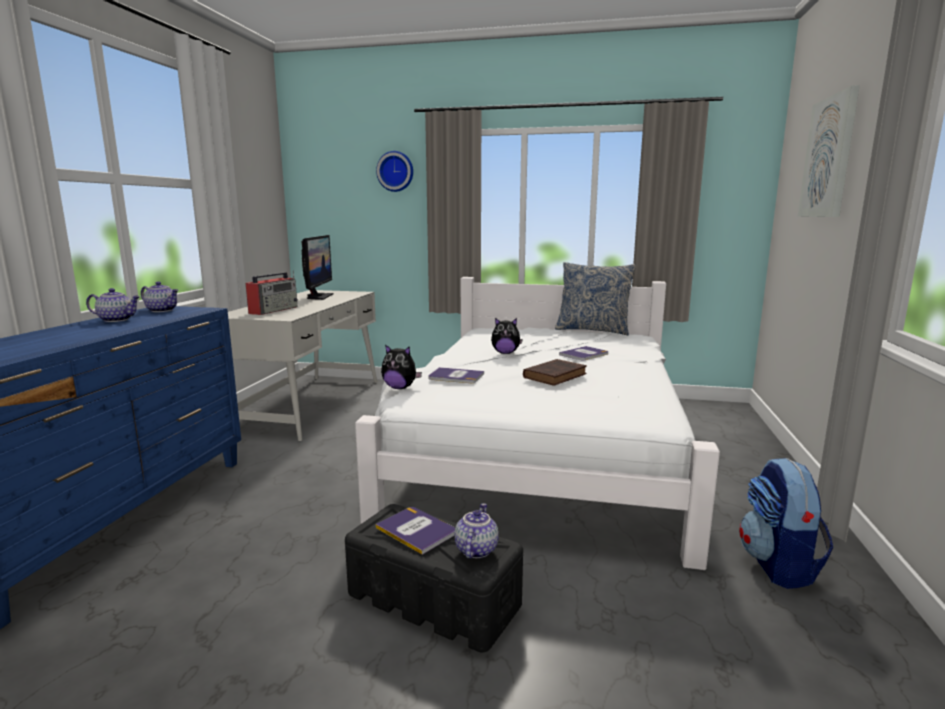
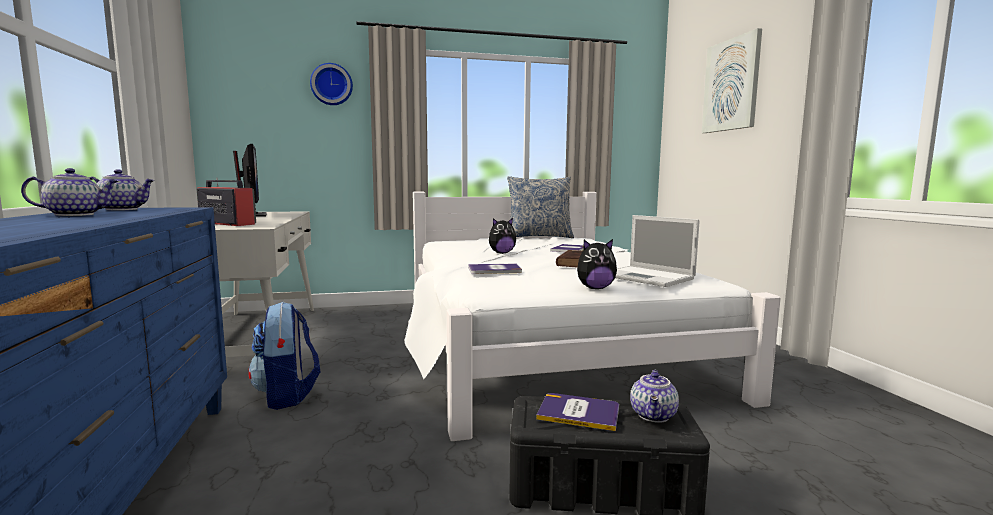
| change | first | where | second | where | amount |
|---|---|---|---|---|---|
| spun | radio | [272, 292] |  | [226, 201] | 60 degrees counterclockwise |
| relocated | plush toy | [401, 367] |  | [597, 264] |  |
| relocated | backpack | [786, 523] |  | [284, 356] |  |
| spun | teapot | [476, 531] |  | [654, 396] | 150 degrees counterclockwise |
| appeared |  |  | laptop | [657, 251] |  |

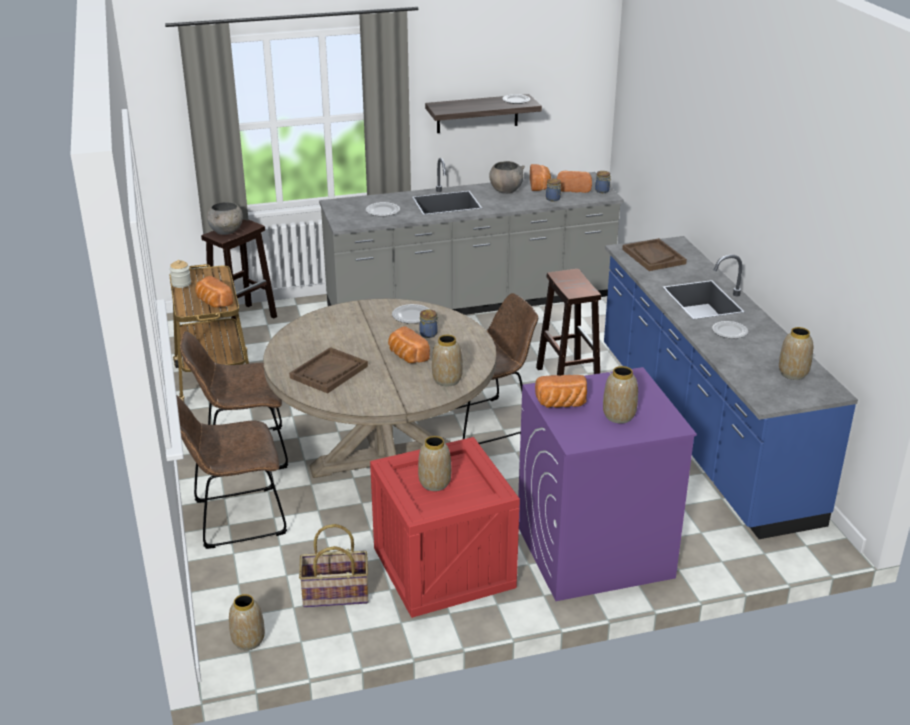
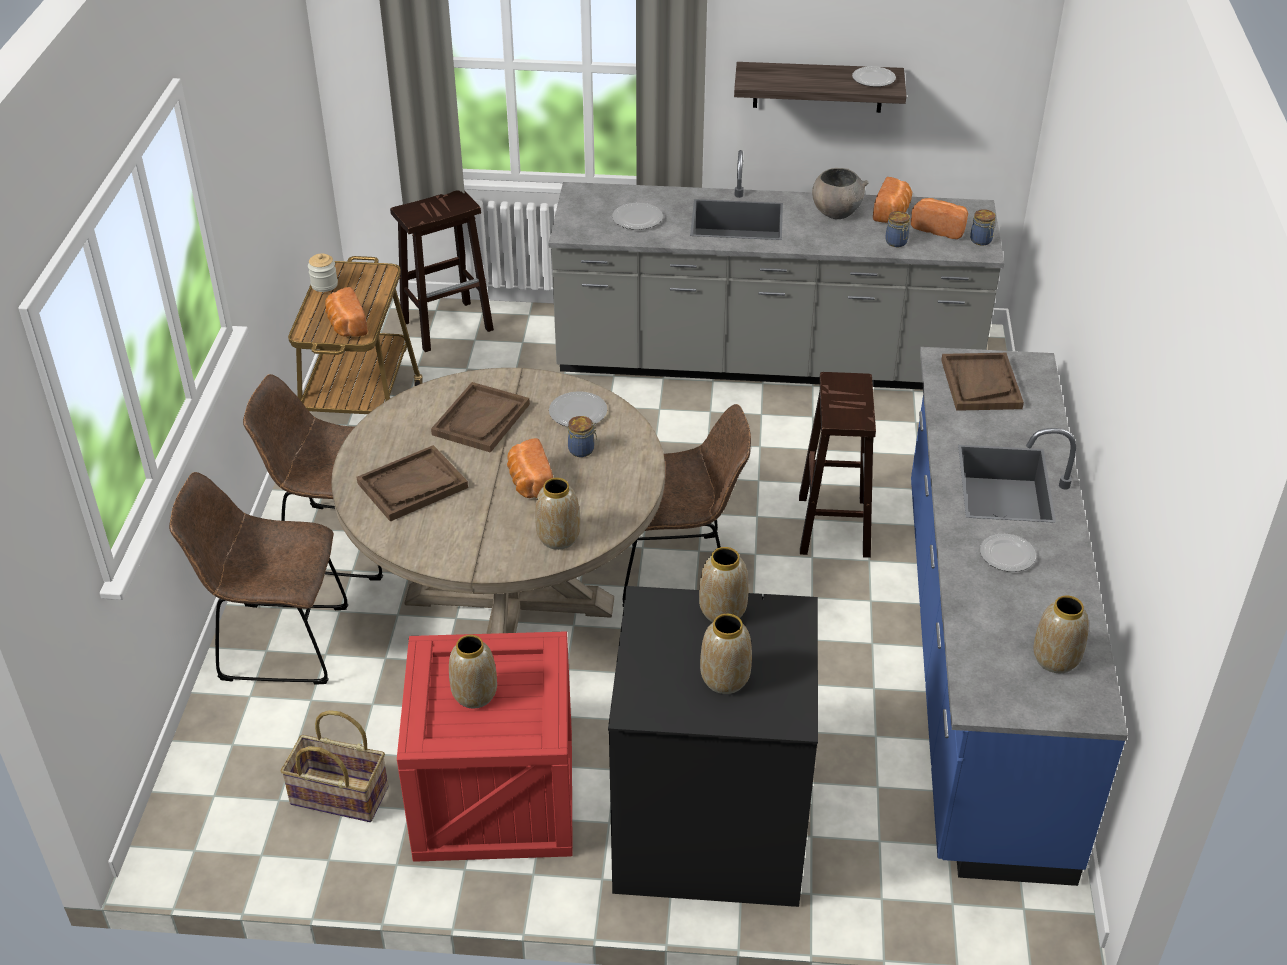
| change | first | where | second | where | amount |
|---|---|---|---|---|---|
| missing | bowl in grey | [225, 218] |  |  |  |
| colour | washing machine in purple | [607, 484] | washing machine in black | [713, 746] |  |
| missing | bread | [561, 391] |  |  |  |
| relocated | vase | [247, 622] |  | [724, 584] |  |
| appeared |  |  | tray in brown | [480, 417] |  |

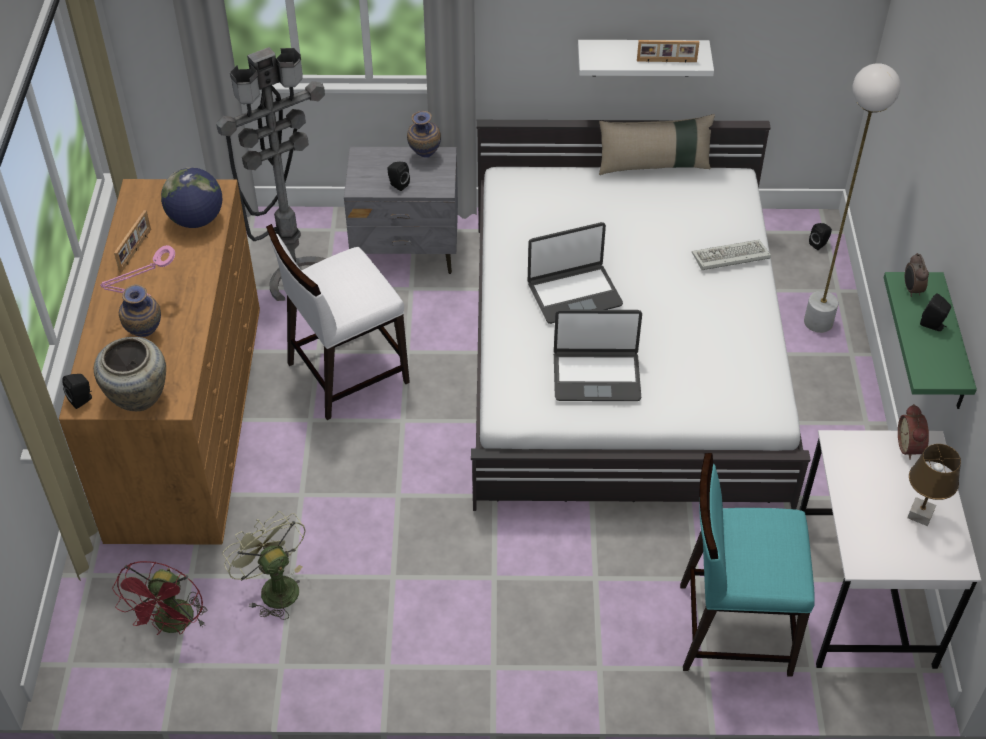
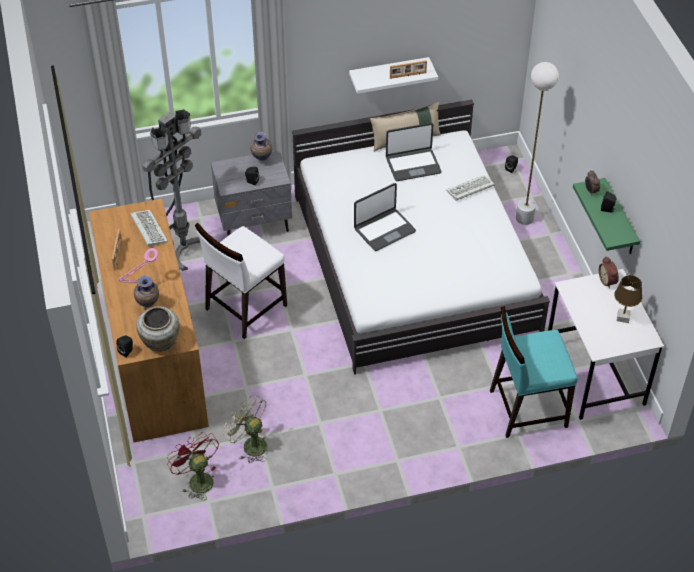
| change | first | where | second | where | amount |
|---|---|---|---|---|---|
| exchanged | globe | [191, 197] | keyboard | [149, 228] |  |
| relocated | laptop | [598, 355] |  | [413, 152] |  |
| spun | fan in red | [159, 598] |  | [193, 466] | 150 degrees clockwise |

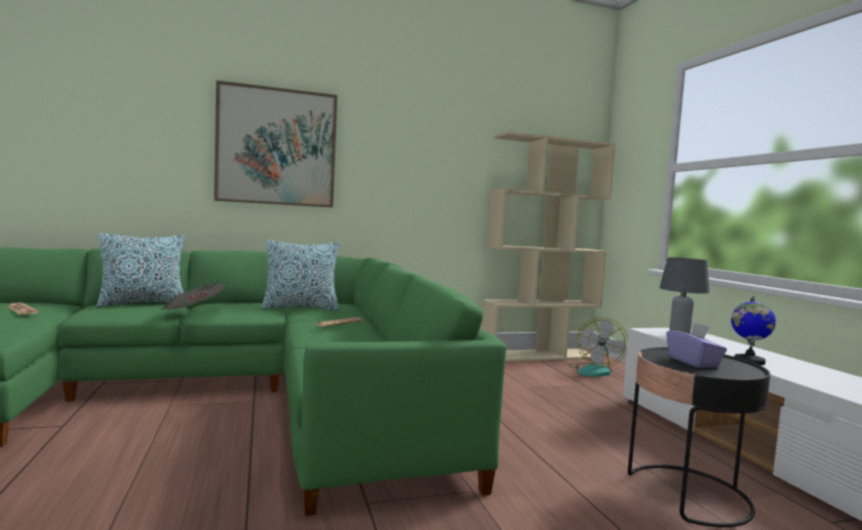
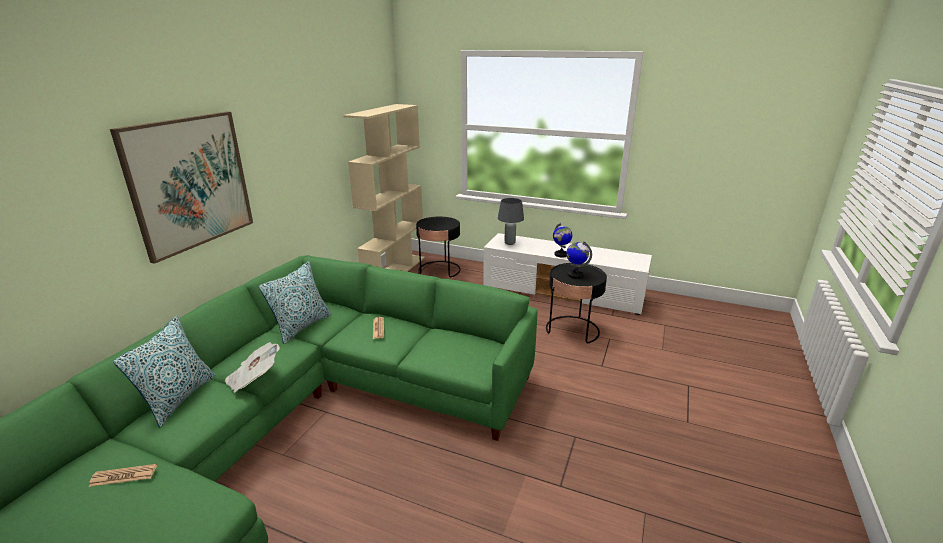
| change | first | where | second | where | amount |
|---|---|---|---|---|---|
| exchanged | fan | [598, 347] | side table in black | [438, 247] |  |
| exchanged | tissue box in purple | [696, 345] | globe | [579, 260] |  |

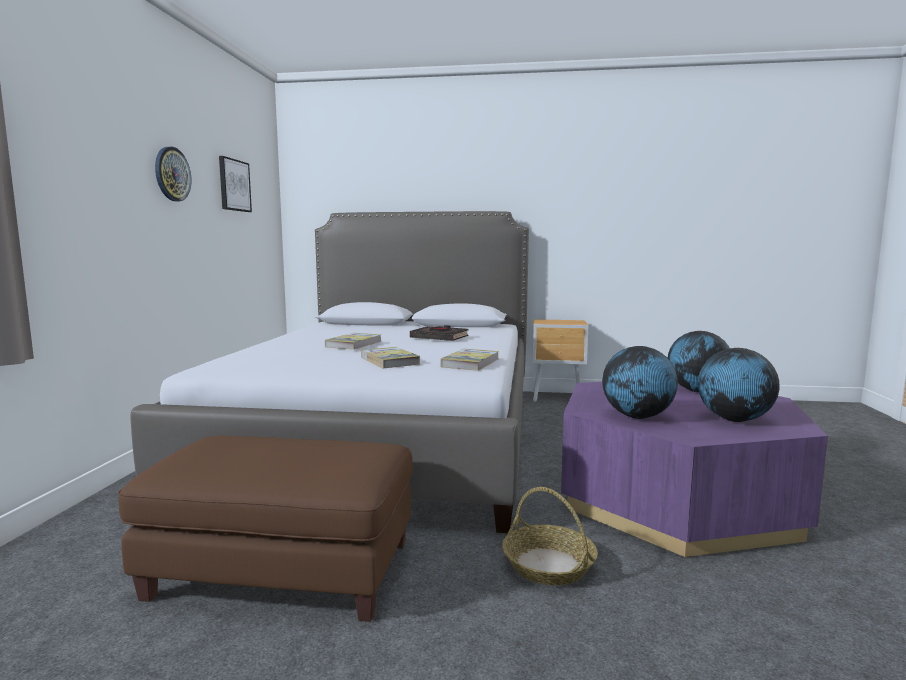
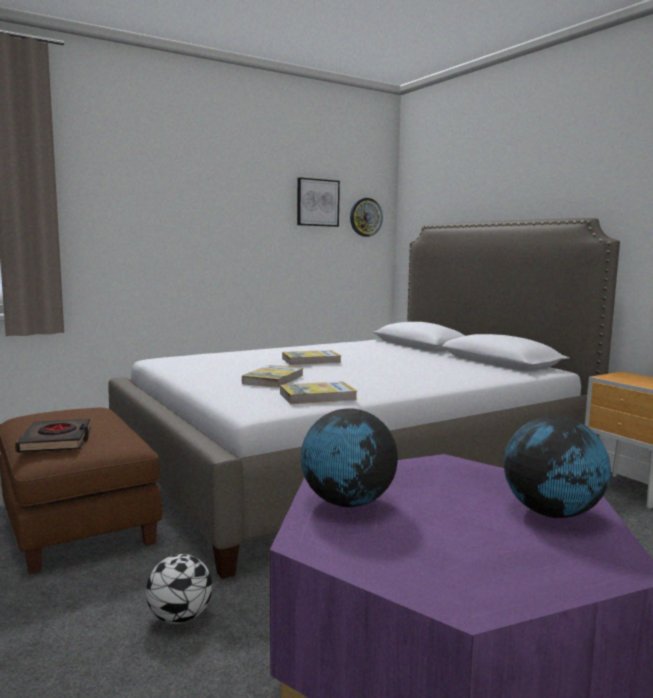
| change | first | where | second | where | amount |
|---|---|---|---|---|---|
| relocated | wall clock | [173, 174] |  | [366, 217] |  |
| relocated | book in black | [439, 333] |  | [53, 436] |  |
| missing | globe | [738, 385] |  |  |  |
| exchanged | basket | [550, 536] | football | [179, 589] |  |

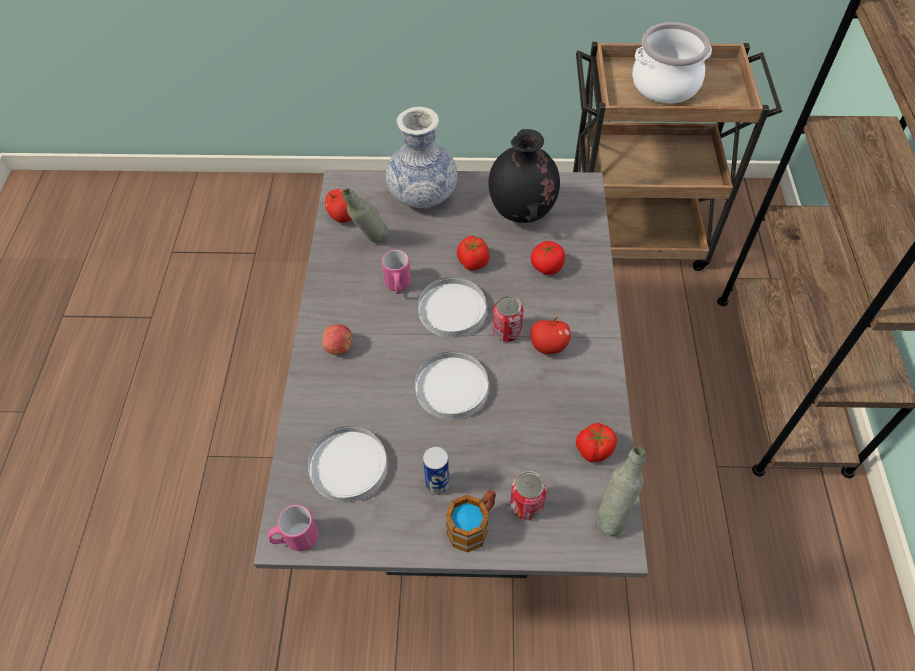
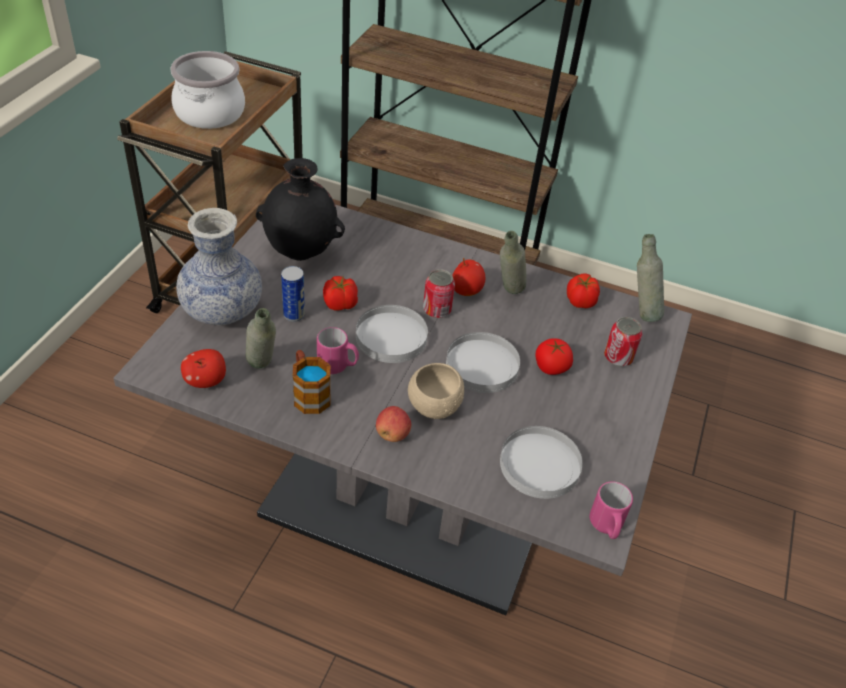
| change | first | where | second | where | amount |
|---|---|---|---|---|---|
| relocated | tomato | [548, 258] |  | [554, 356] |  |
| relocated | can | [436, 470] |  | [293, 294] |  |
| relocated | mug | [471, 521] |  | [311, 382] |  |
| appeared |  |  | bottle in grey | [513, 262] |  |
| appeared |  |  | bowl in beige | [436, 391] |  |

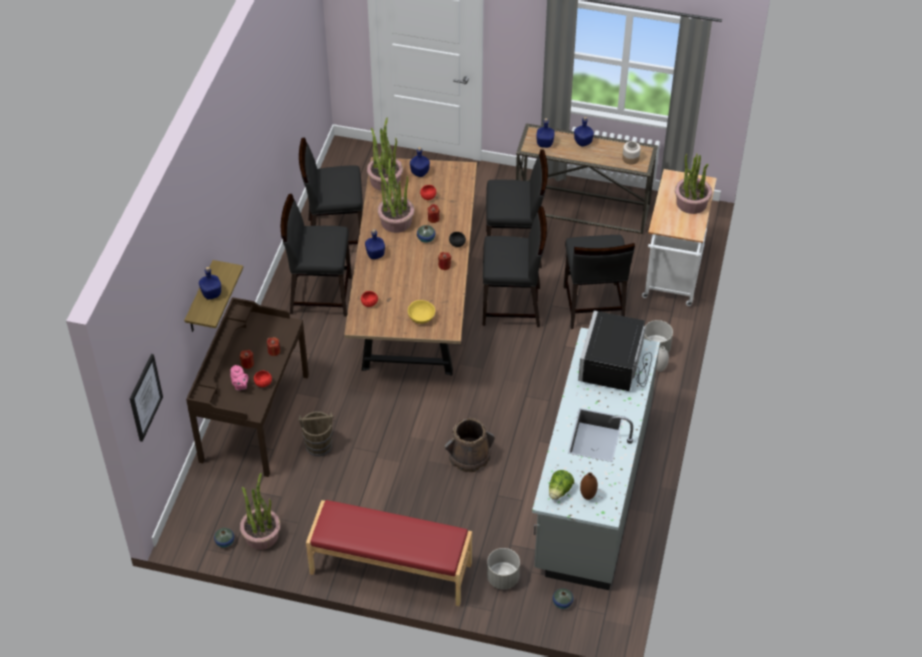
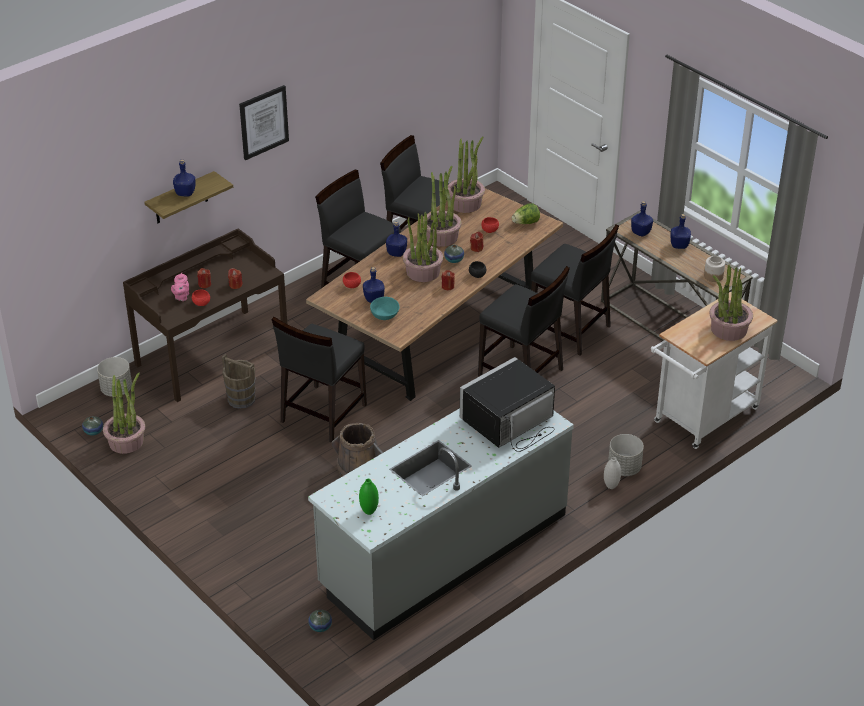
| change | first | where | second | where | amount |
|---|---|---|---|---|---|
| relocated | bottle in blue | [420, 162] |  | [374, 285] |  |
| relocated | chair in black | [599, 282] |  | [319, 379] |  |
| colour | bowl in yellow | [421, 312] | bowl in turquoise | [385, 308] |  |
| relocated | picture | [146, 398] |  | [264, 122] |  |
| relocated | lettuce | [561, 485] |  | [526, 213] |  |
| colour | vase in brown | [589, 486] | vase in green | [369, 497] |  |
| missing | bench in red | [389, 553] |  |  |  |
| relocated | planter in grey | [503, 568] |  | [114, 377] |  |
| appeared |  |  | potted plant | [423, 247] |  |

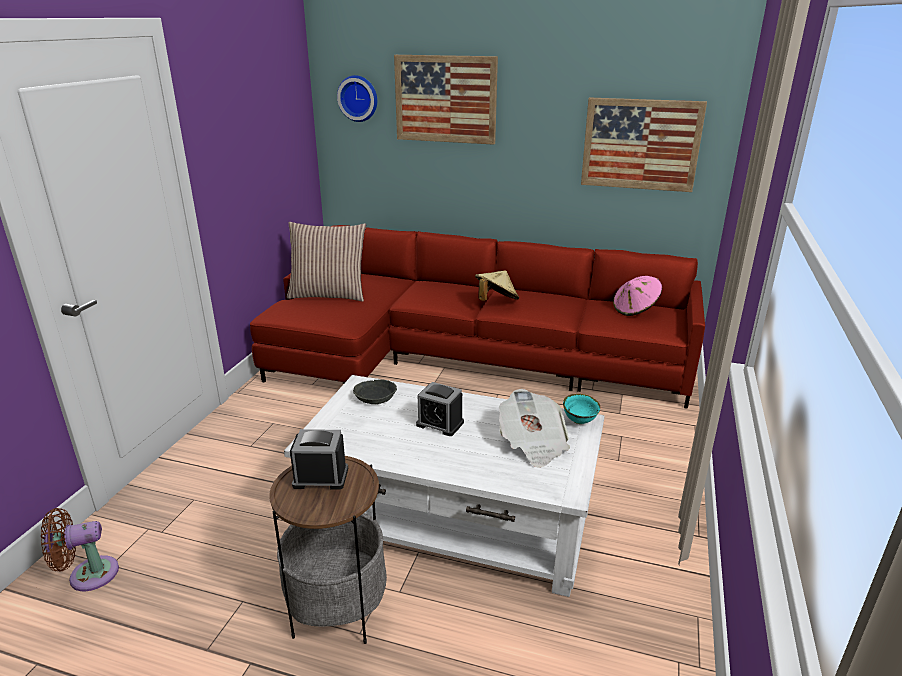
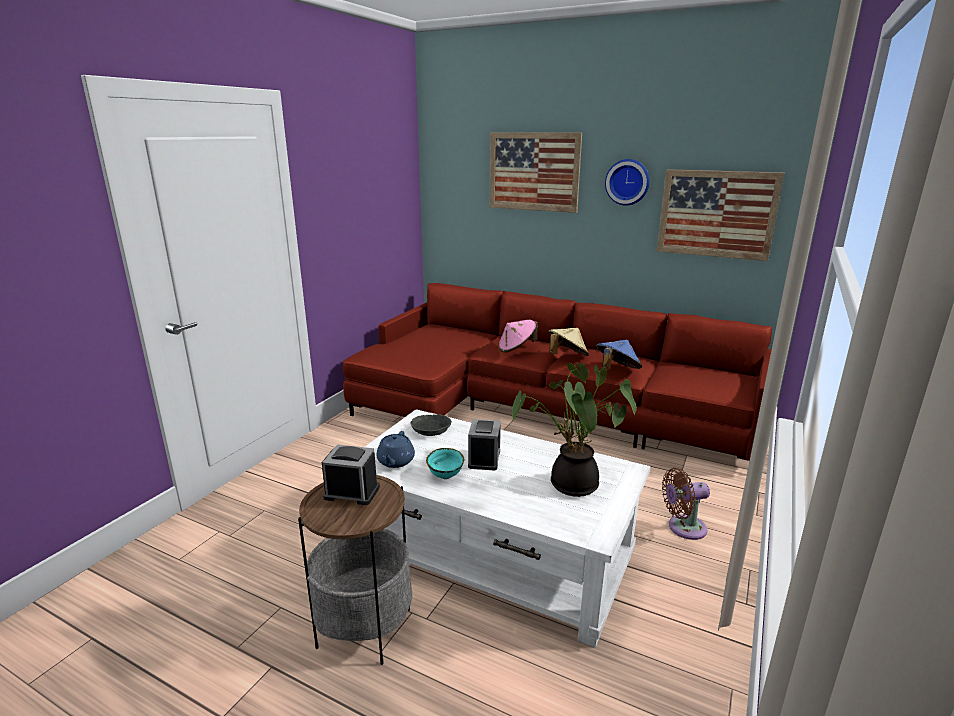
| change | first | where | second | where | amount |
|---|---|---|---|---|---|
| relocated | wall clock | [357, 98] |  | [627, 182] |  |
| missing | pillow | [326, 262] |  |  |  |
| relocated | hat in pink | [637, 296] |  | [518, 336] |  |
| spun | alarm clock | [440, 409] |  | [484, 445] | 120 degrees counterclockwise |
| exchanged | newspaper | [534, 428] | potted plant | [574, 430] |  |
| relocated | bowl in turquoise | [581, 409] |  | [445, 463] |  |
| relocated | fan in brown | [80, 549] |  | [686, 504] |  |
| appeared |  |  | hat in blue | [619, 355] |  |
| appeared |  |  | teapot in blue | [396, 449] |  |

